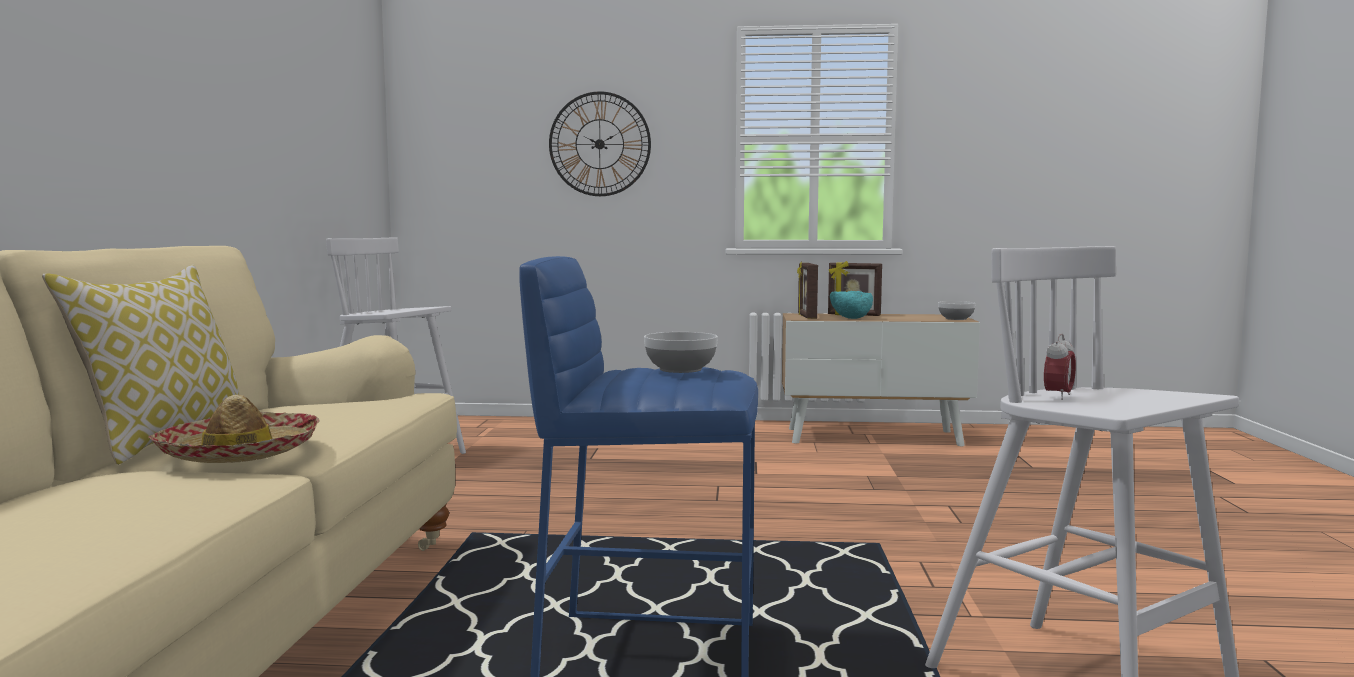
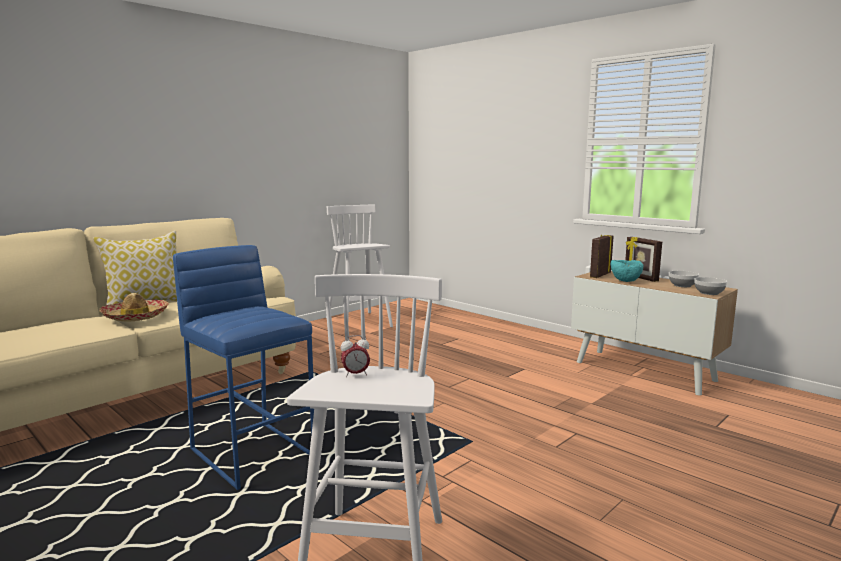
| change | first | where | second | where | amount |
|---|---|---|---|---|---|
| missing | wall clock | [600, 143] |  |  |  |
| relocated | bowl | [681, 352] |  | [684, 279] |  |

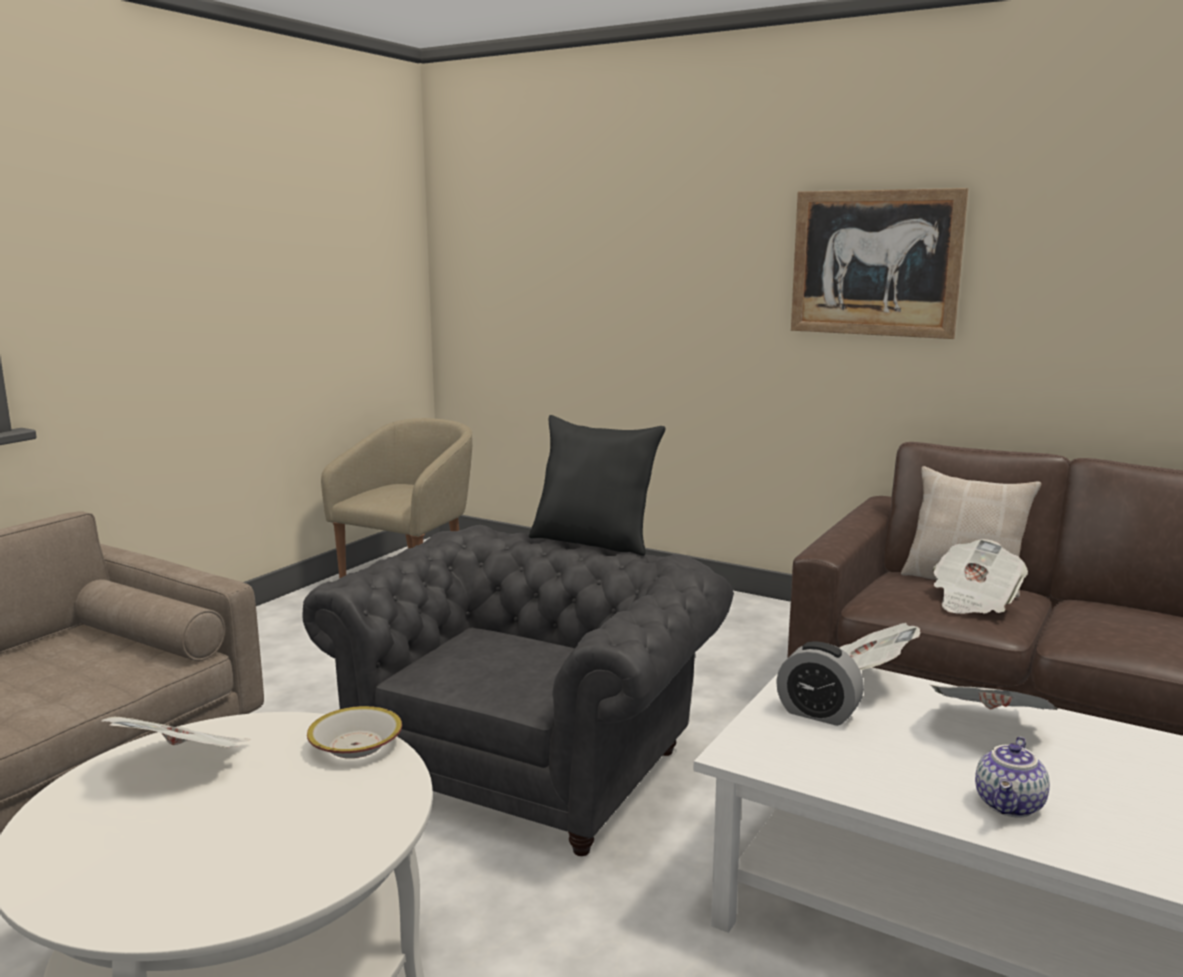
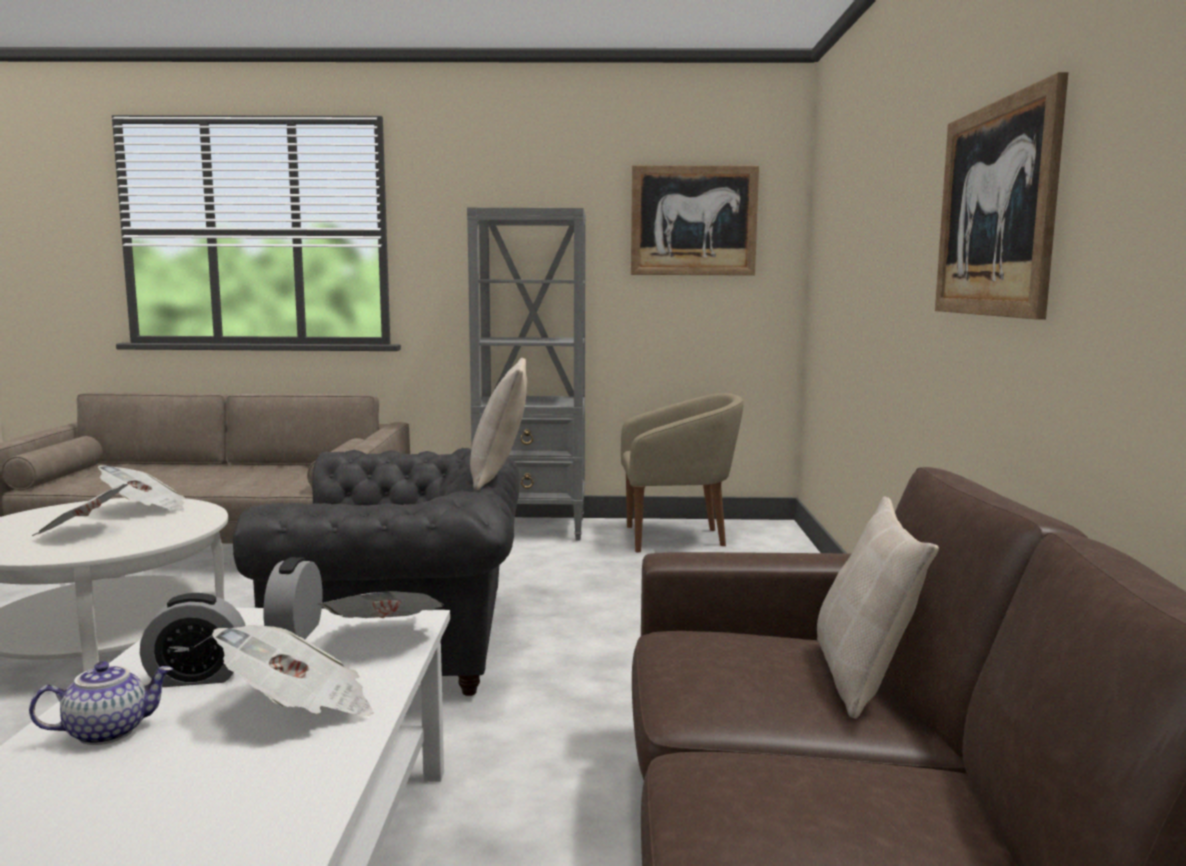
| change | first | where | second | where | amount |
|---|---|---|---|---|---|
| colour | pillow in black | [597, 485] | pillow in beige | [498, 424] |  |
| relocated | newspaper | [980, 576] |  | [80, 509] |  |
| missing | bowl | [354, 732] |  |  |  |
| spun | teapot | [1012, 777] |  | [101, 703] | 150 degrees clockwise |
| appeared |  |  | picture | [695, 220] |  |
| appeared |  |  | bookcase in grey | [526, 374] |  |
| appeared |  |  | alarm clock | [193, 640] |  |

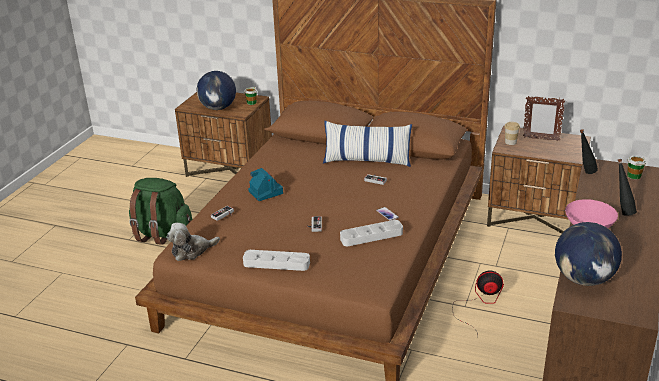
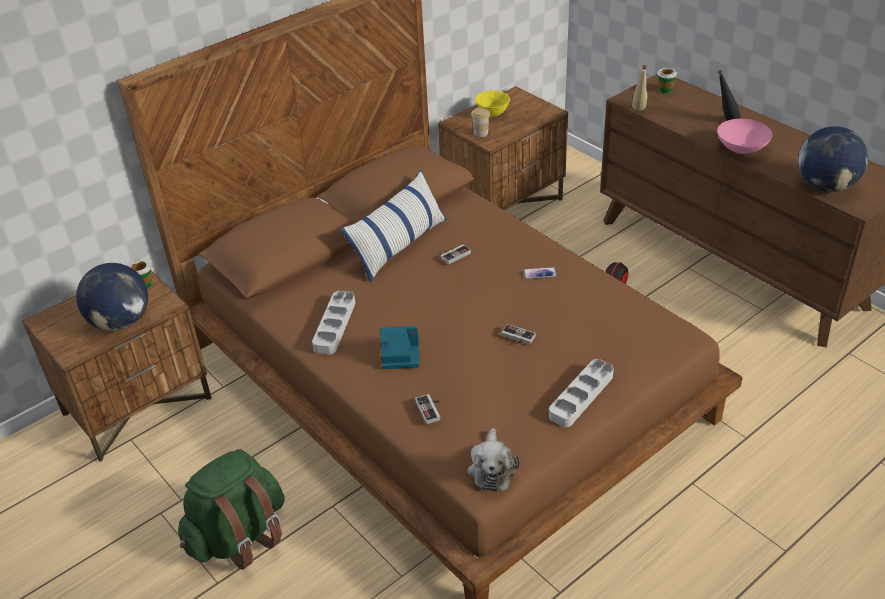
| change | first | where | second | where | amount |
|---|---|---|---|---|---|
| exchanged | picture frame | [544, 118] | bowl in yellow | [492, 103] |  |
| colour | bottle in black | [589, 151] | bottle in beige | [639, 88] |  |
| relocated | tray in grey | [371, 233] |  | [333, 323] |  |

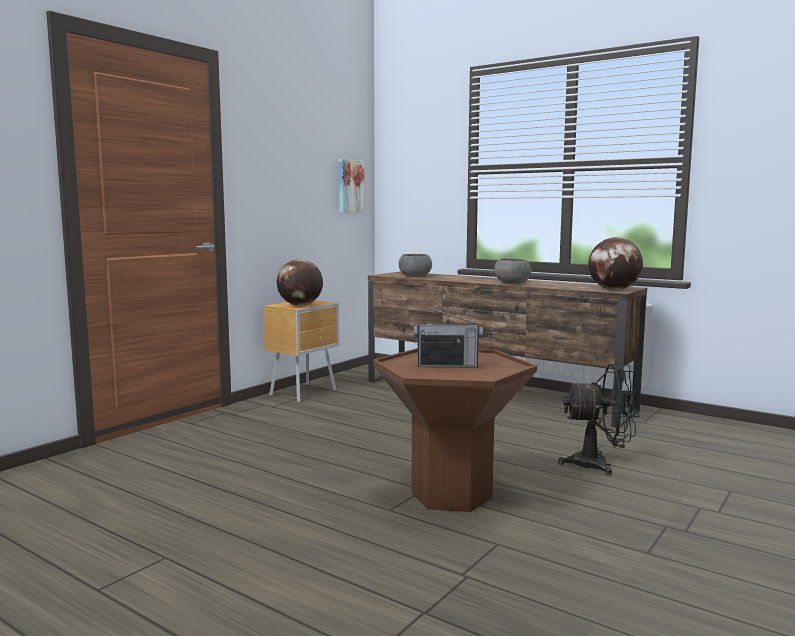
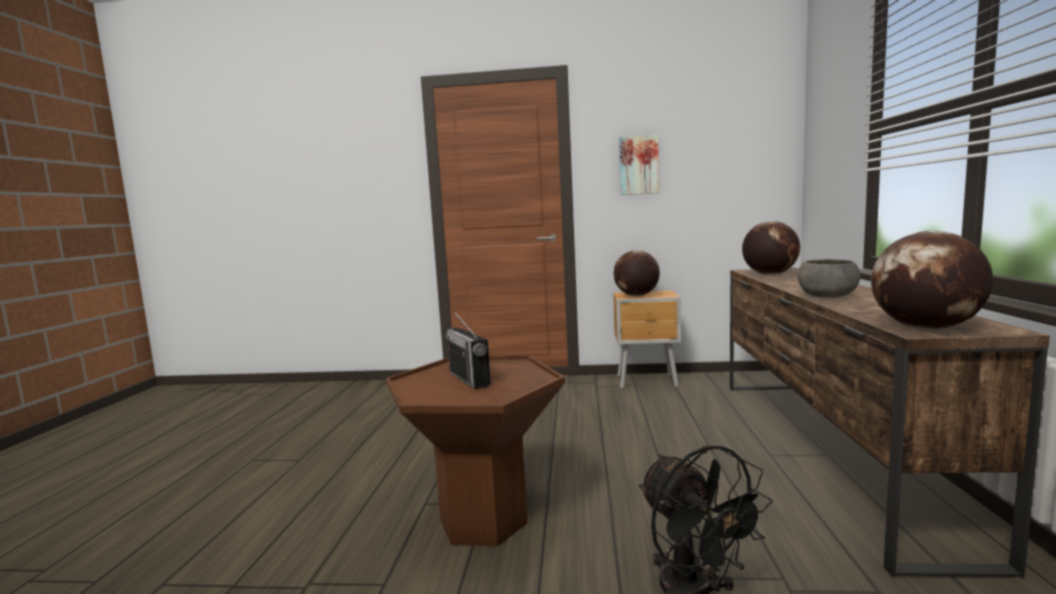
| change | first | where | second | where | amount |
|---|---|---|---|---|---|
| relocated | picture | [352, 185] |  | [639, 165] |  |
| exchanged | bowl in grey | [415, 265] | globe | [771, 248] |  |

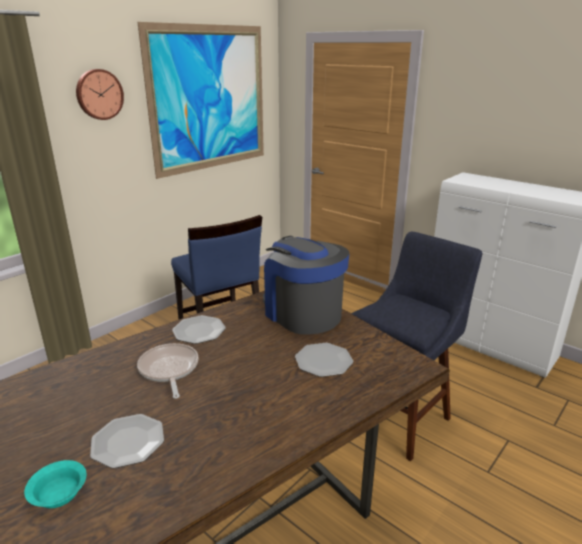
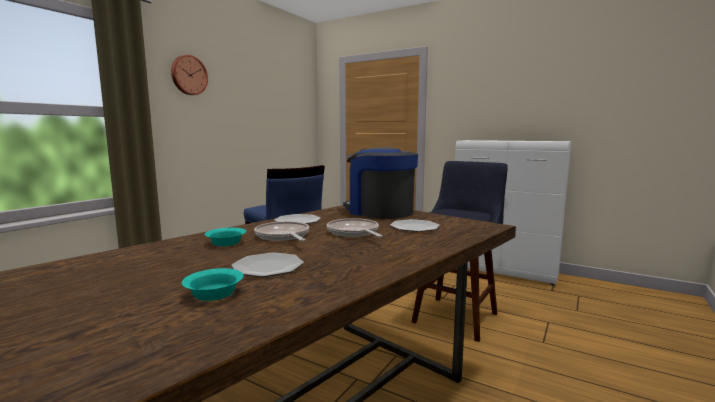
| change | first | where | second | where | amount |
|---|---|---|---|---|---|
| missing | picture | [201, 100] |  |  |  |
| appeared |  |  | frying pan | [355, 227] |  |
| appeared |  |  | bowl in turquoise | [225, 237] |  |

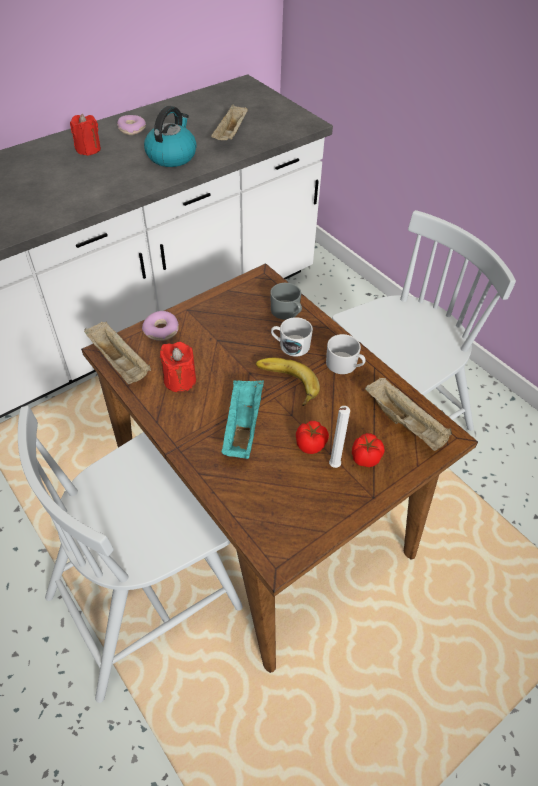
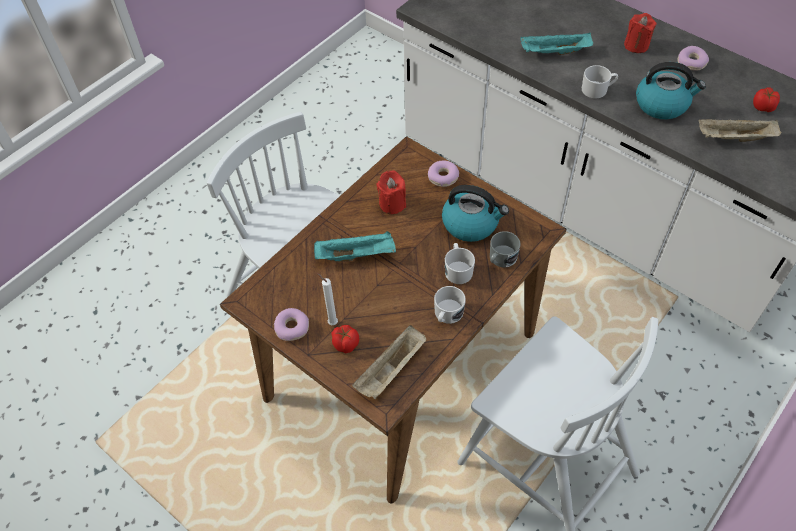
| change | first | where | second | where | amount |
|---|---|---|---|---|---|
| missing | tray in beige | [117, 353] |  |  |  |
| missing | banana | [288, 382] |  |  |  |
| relocated | tomato | [312, 437] |  | [766, 99] |  |
| appeared |  |  | tray in turquoise | [556, 43] |  |
| appeared |  |  | mug in white | [600, 81] |  |
| appeared |  |  | kettle | [475, 213] |  |
| appeared |  |  | donut | [291, 324] |  |

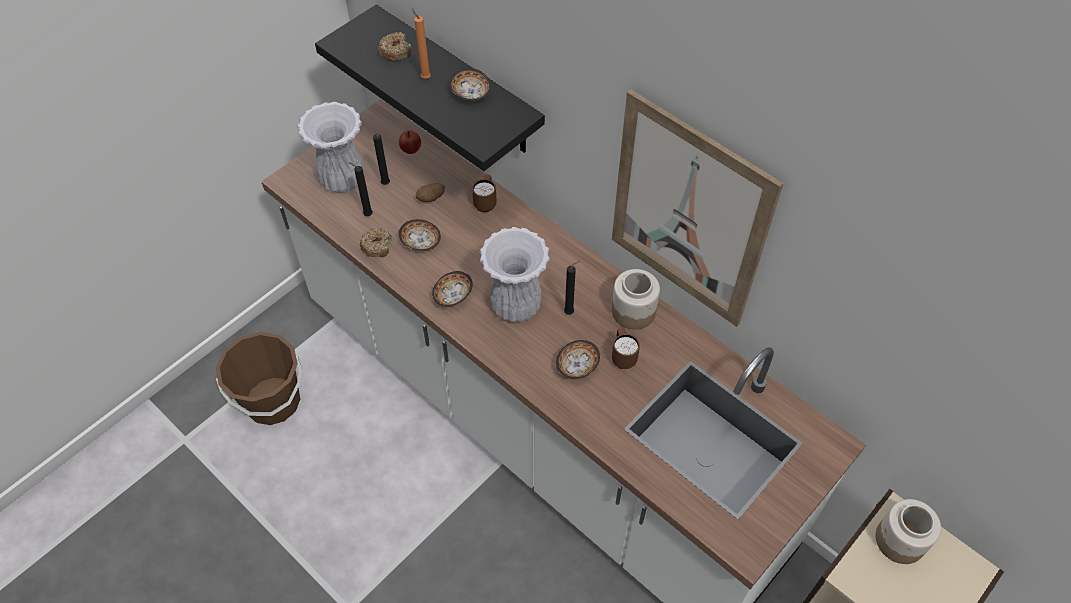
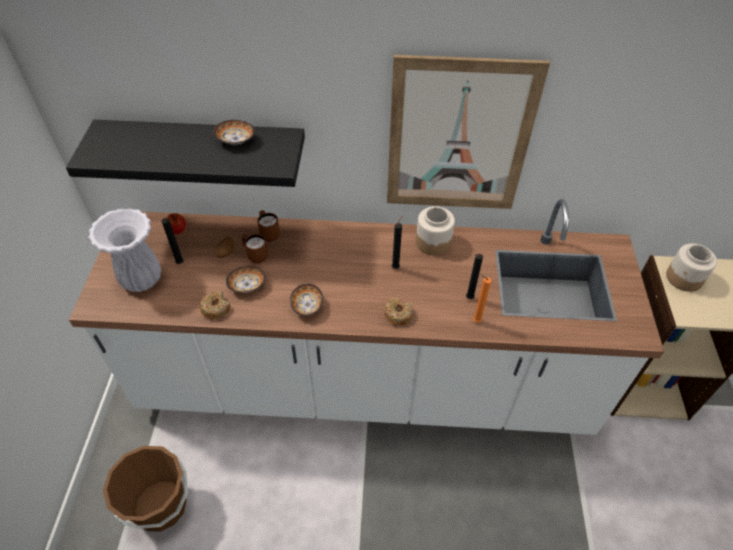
| change | first | where | second | where | amount |
|---|---|---|---|---|---|
| relocated | candle in orange | [421, 43] |  | [482, 299] |  |
| relocated | donut | [395, 47] |  | [399, 311] |  |
| relocated | candle in black | [361, 189] |  | [474, 276] |  |
| missing | vase in white | [515, 274] |  |  |  |
| relocated | mug in brown | [626, 348] |  | [254, 249] |  |
| missing | bowl | [578, 359] |  |  |  |

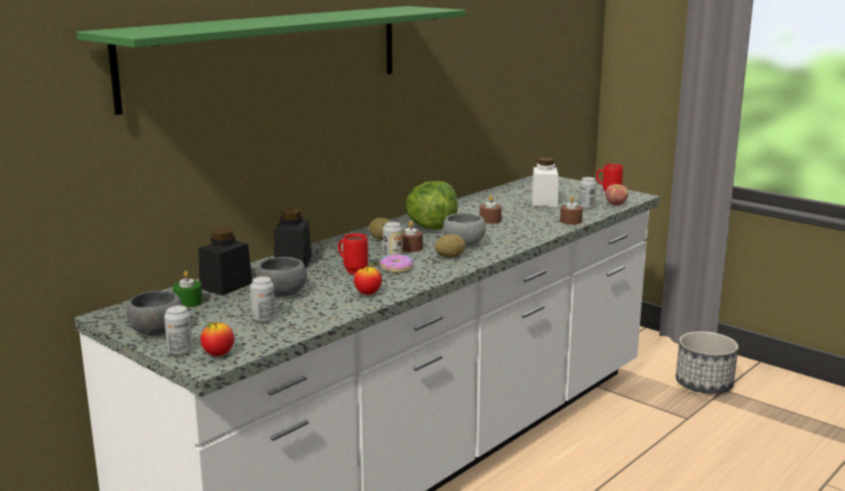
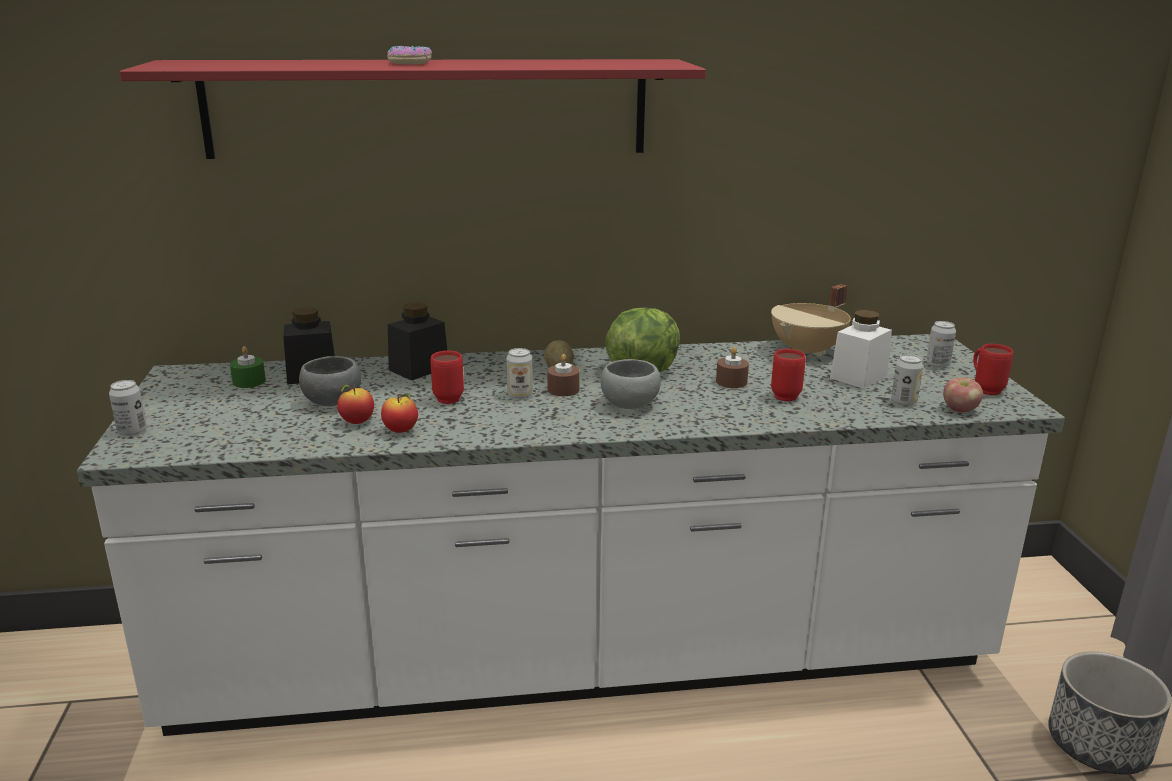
| change | first | where | second | where | amount |
|---|---|---|---|---|---|
| colour | shelf in green | [271, 60] | shelf in red | [413, 109] |  |
| missing | candle in brown | [571, 210] |  |  |  |
| missing | potato | [450, 246] |  |  |  |
| relocated | donut | [396, 263] |  | [409, 55] |  |
| relocated | can | [262, 299] |  | [941, 344] |  |
| missing | bowl in grey | [155, 313] |  |  |  |
| relocated | apple | [217, 339] |  | [355, 404] |  |
| appeared |  |  | cooking pot in beige | [811, 320] |  |
| appeared |  |  | mug in red | [788, 375] |  |

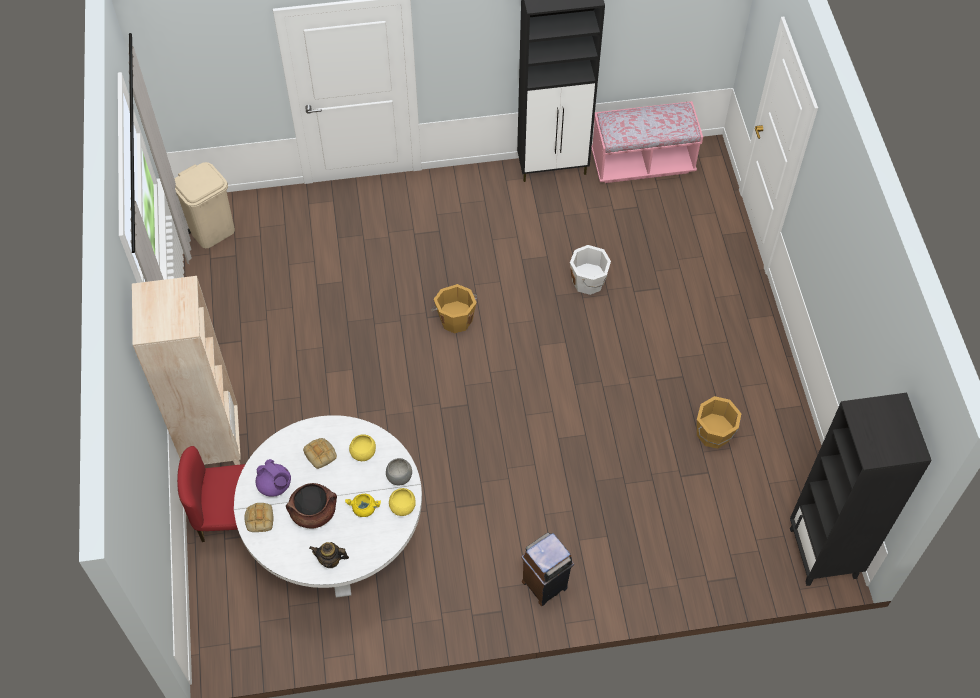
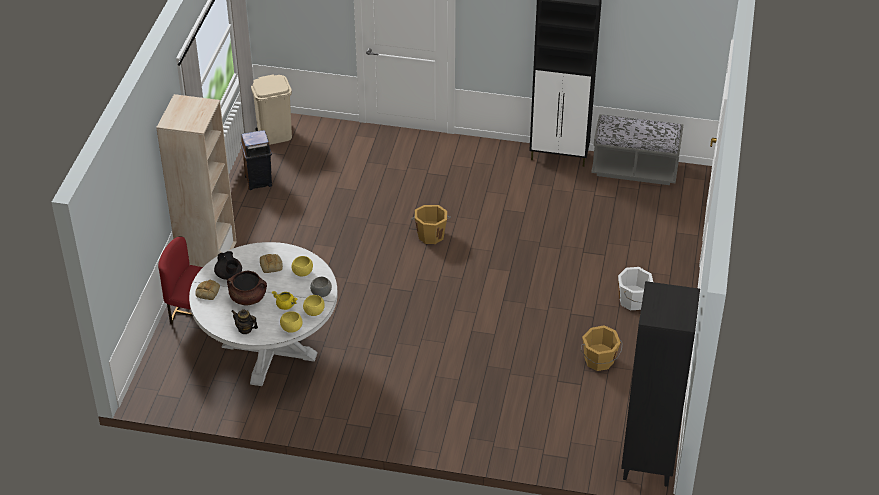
| change | first | where | second | where | amount |
|---|---|---|---|---|---|
| colour | bench in pink | [647, 142] | bench in grey | [637, 149] |  |
| relocated | bucket in white | [590, 270] |  | [635, 288] |  |
| colour | teapot in purple | [273, 478] | teapot in black | [228, 265] |  |
| relocated | trash can in brown | [547, 569] |  | [256, 160] |  |
| appeared |  |  | bowl in yellow | [291, 322] |  |

